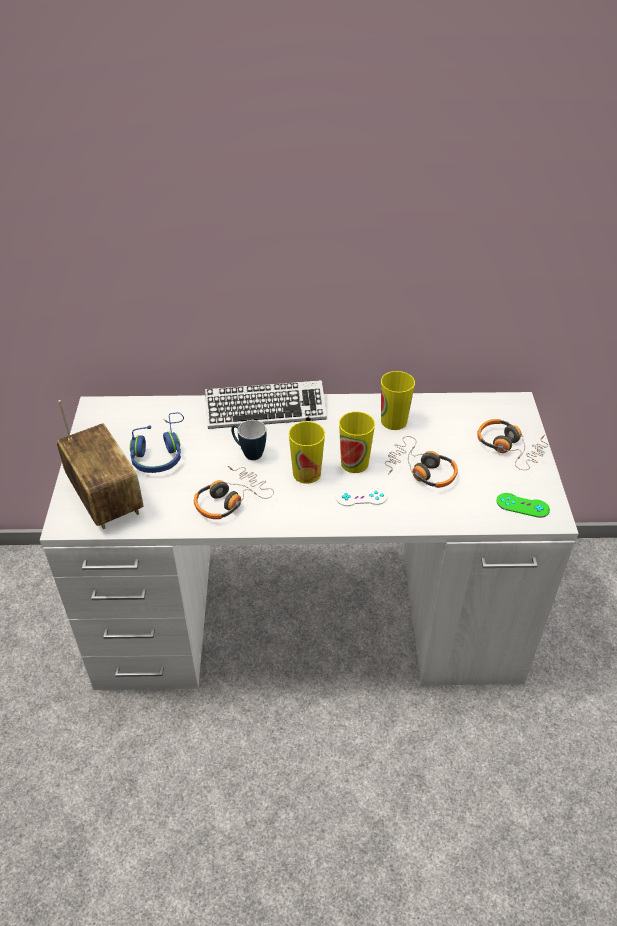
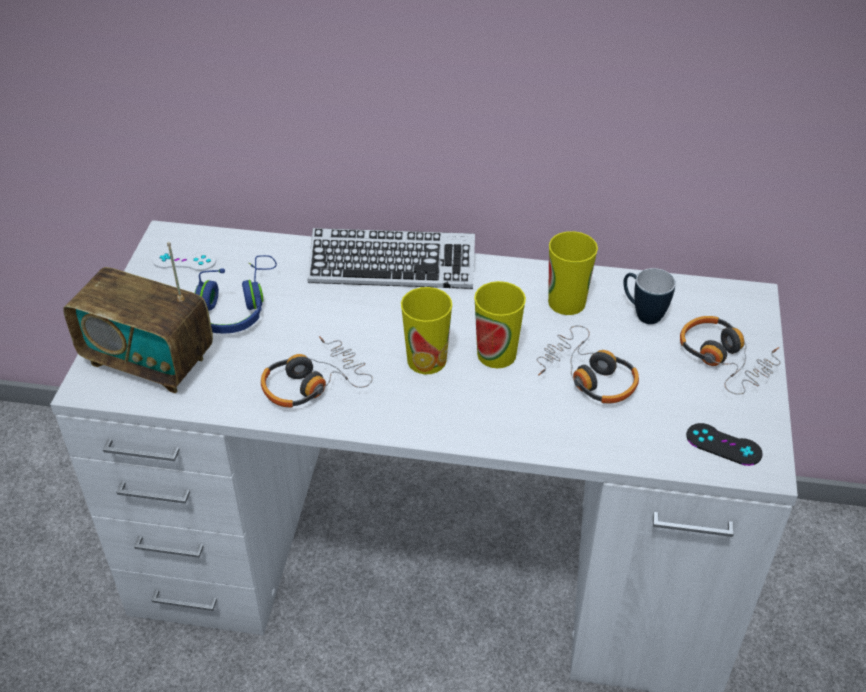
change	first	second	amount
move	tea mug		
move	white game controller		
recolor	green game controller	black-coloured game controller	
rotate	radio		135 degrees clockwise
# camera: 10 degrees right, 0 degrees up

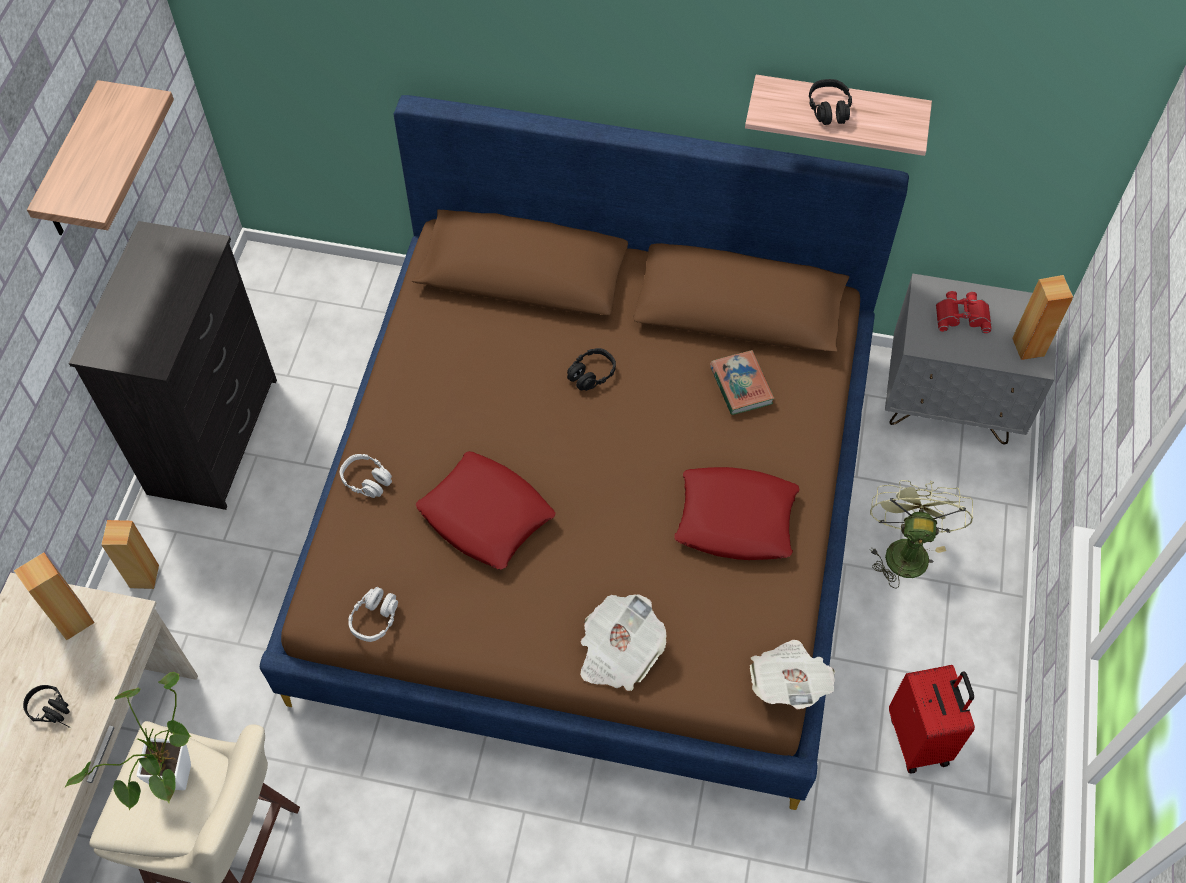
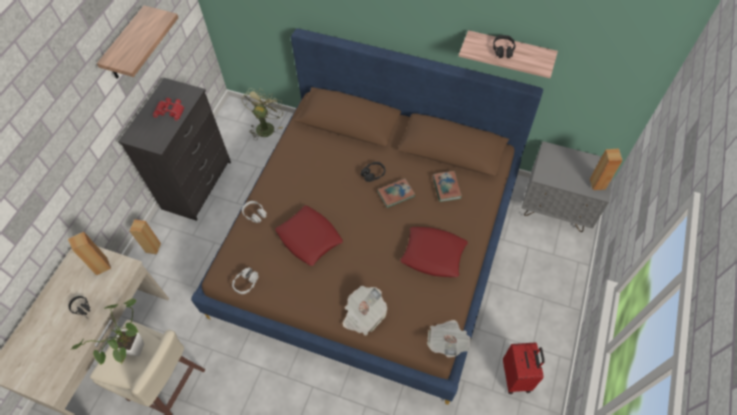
change	first	second	amount
insert		book (1st from left)	
move	green cooling fan		
move	red pair of binoculars		
# camera: 10 degrees right, 0 degrees up

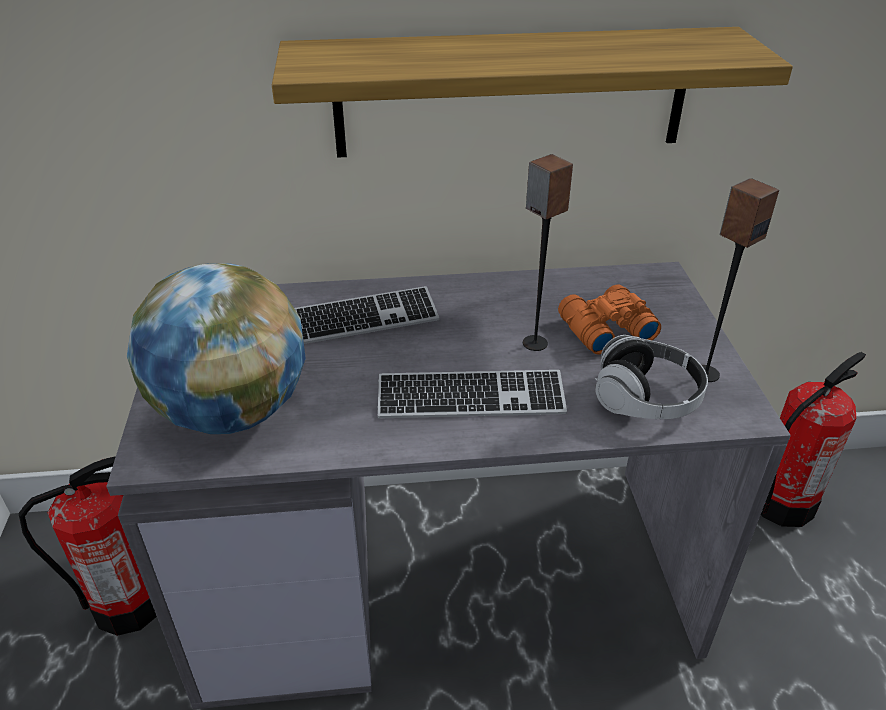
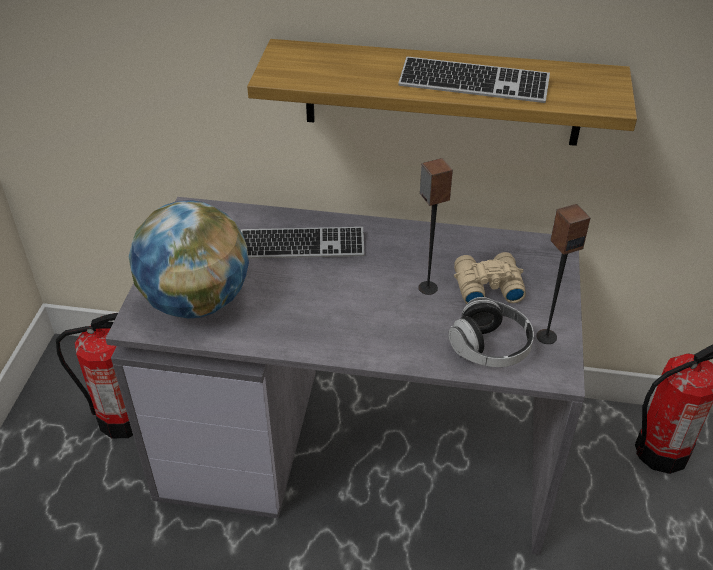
change	first	second	amount
move	keyboard (2nd from left)		
recolor	orange-coloured pair of binoculars	sand-coloured pair of binoculars	
# camera: 15 degrees right, 5 degrees up

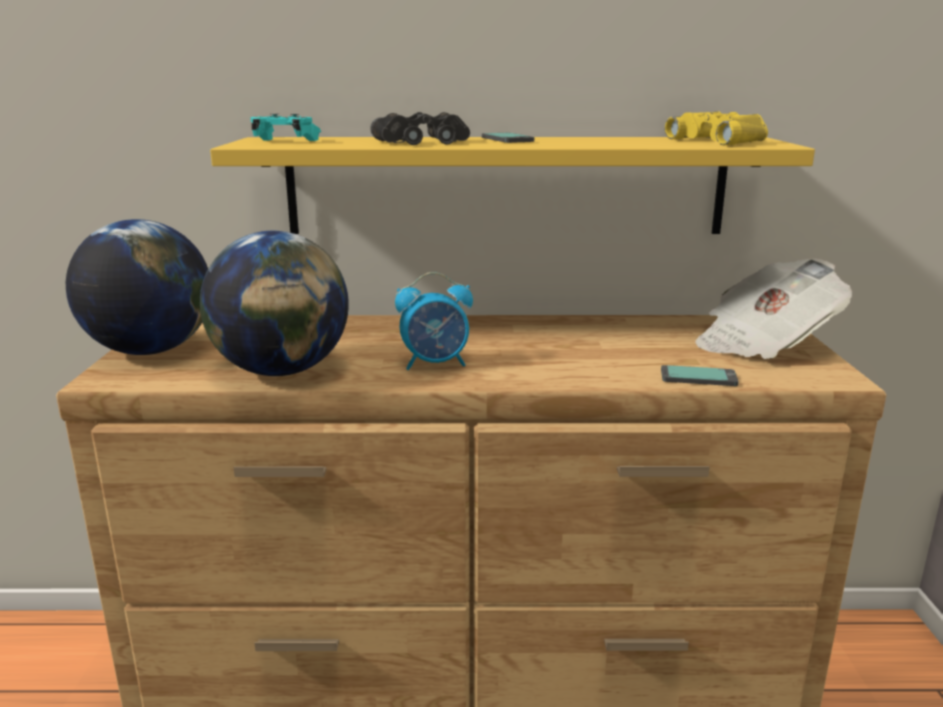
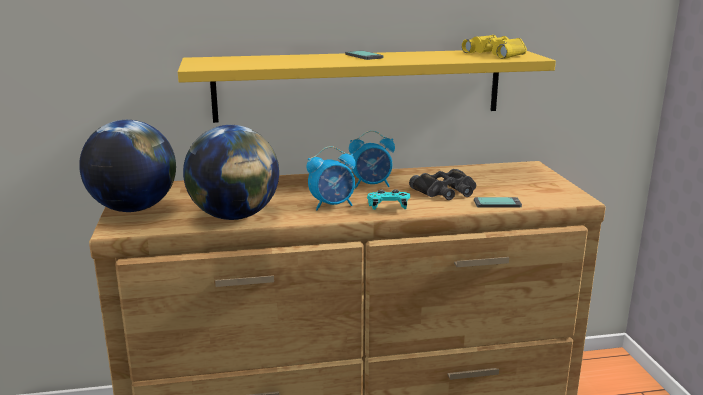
change	first	second	amount
delete	newspaper		
insert		bedside clock (2nd from left)	
move	turquoise game controller		
move	black-coloured pair of binoculars		
# camera: 10 degrees left, 0 degrees up

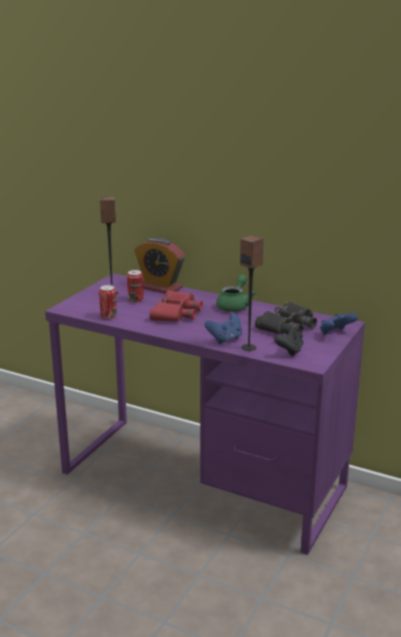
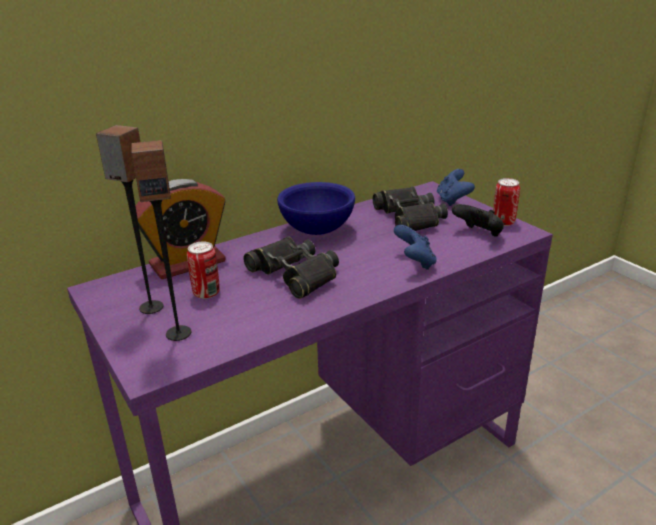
change	first	second	amount
move	sealed can (1st from left in the first image)	sealed can (2nd from left)	
move	loudspeaker (2nd from left)		
replace	green tea pot	bluish bowl	
recolor	red pair of binoculars	black-coloured pair of binoculars (1st from left)	
# camera: 60 degrees left, 5 degrees up

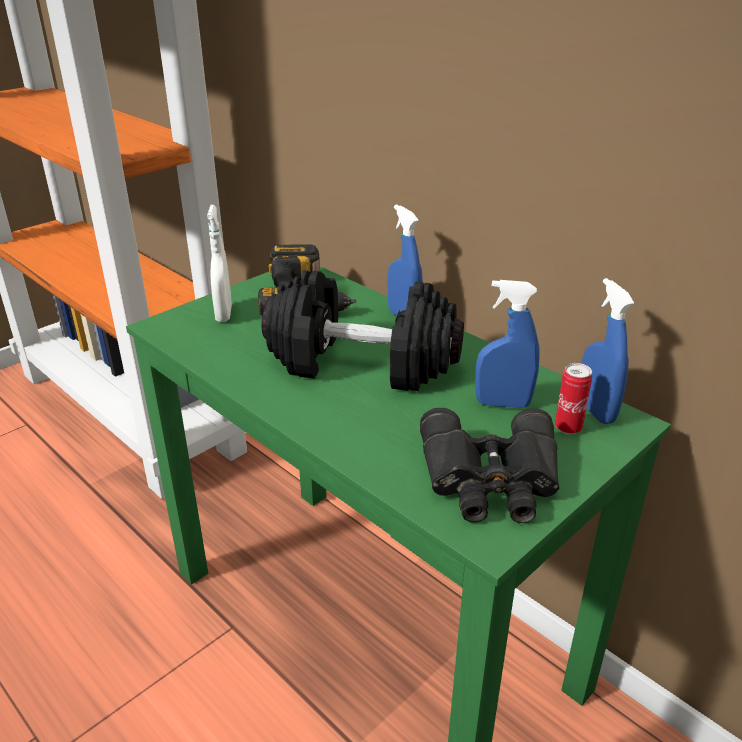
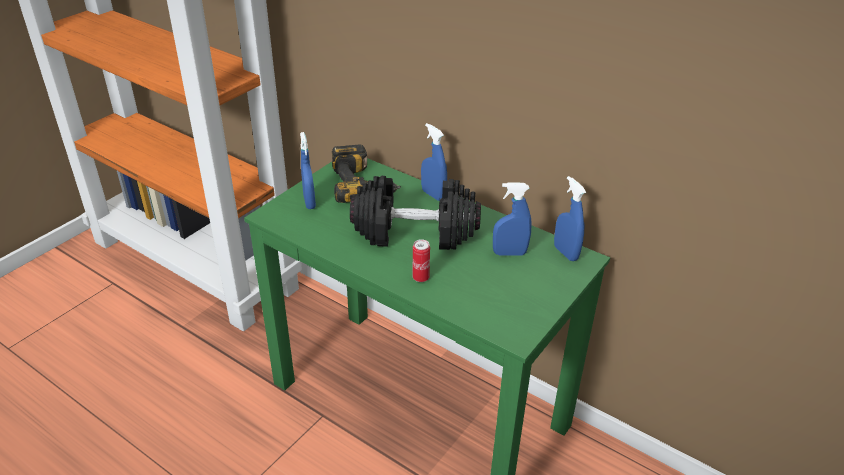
change	first	second	amount
delete	black-coloured pair of binoculars		
move	sealed can		
recolor	white spray bottle	bluish spray bottle (1st from left)	
# camera: 10 degrees left, 5 degrees up

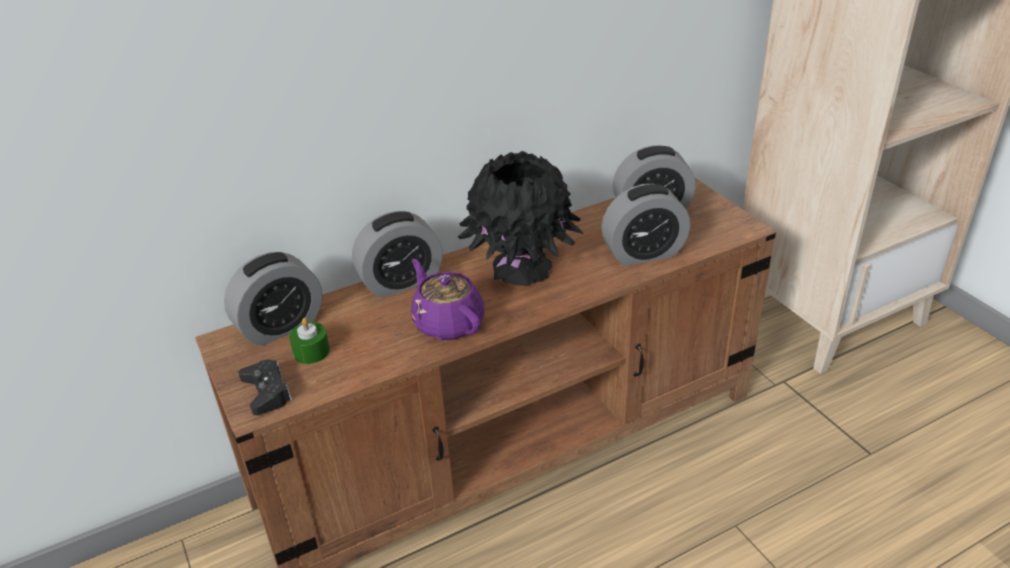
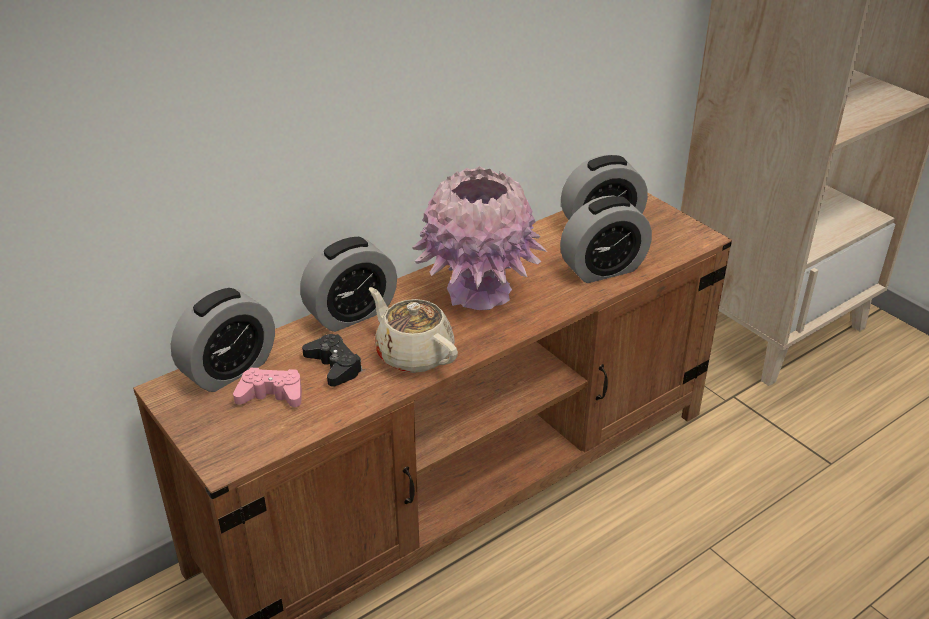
change	first	second	amount
move	black-coloured game controller		
replace	green candle	pink game controller	
recolor	purple tea pot	sand-coloured tea pot	
recolor	black-coloured flower vase	pink flower vase	
# camera: 10 degrees left, 0 degrees up

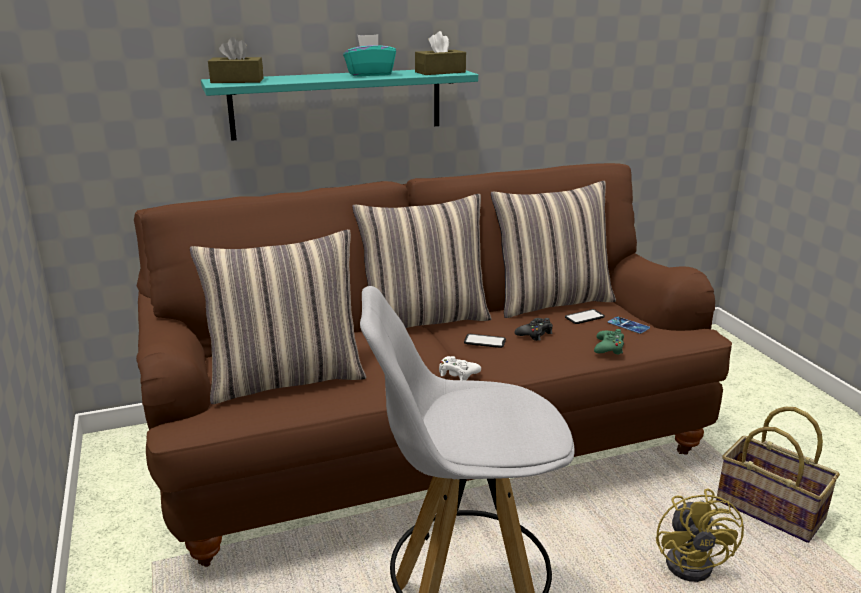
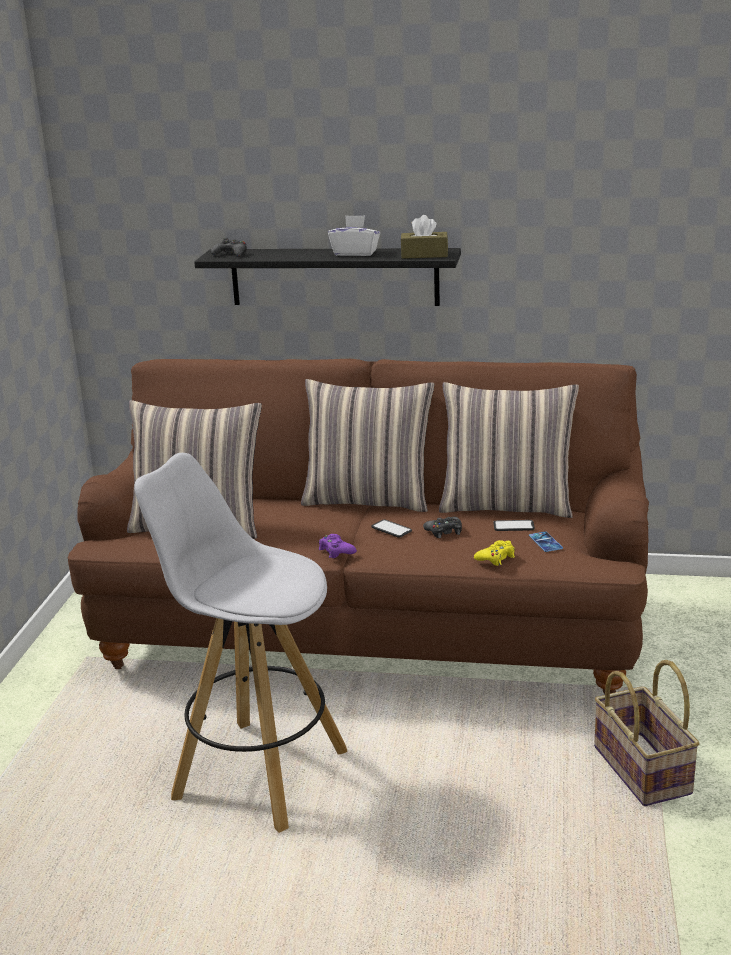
change	first	second	amount
delete	yellow cooling fan		
replace	brownish tissue box (1st from left)	black-coloured game controller (1st from left)	
recolor	turquoise wall shelf	black-coloured wall shelf	
recolor	turquoise tissue box	white tissue box	
recolor	white game controller	purple game controller	
recolor	green game controller	yellow game controller	
# camera: 30 degrees right, 0 degrees up

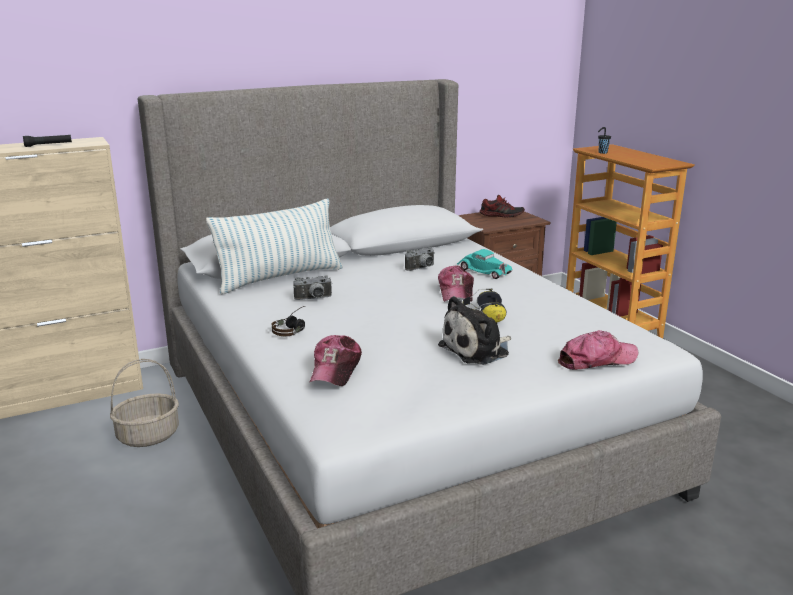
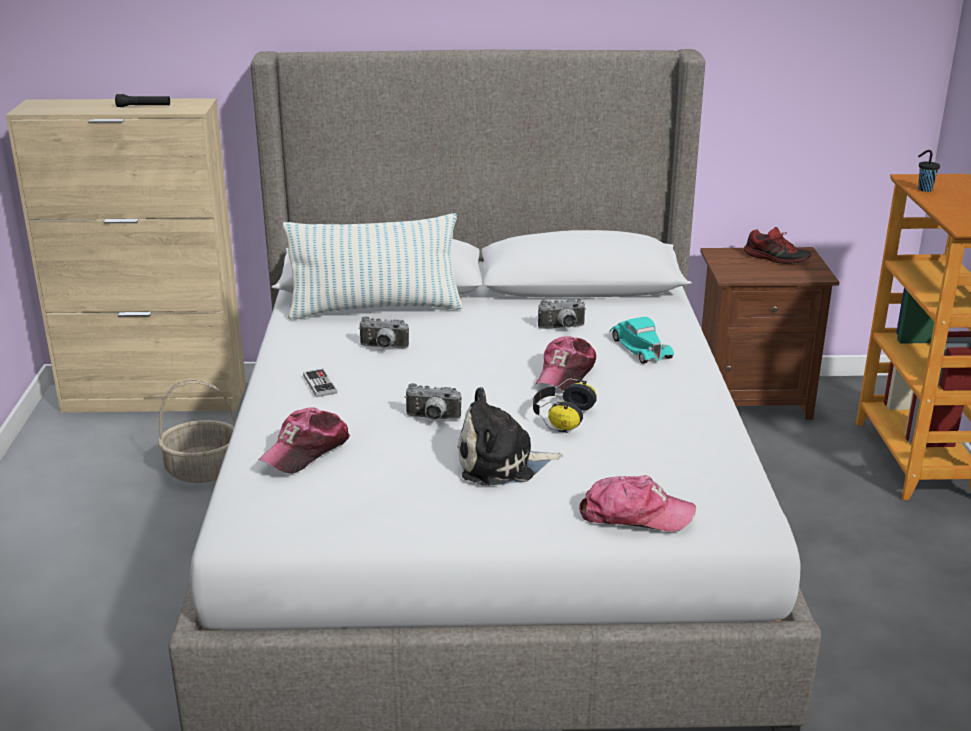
change	first	second	amount
insert		photo camera (2nd from left)	
replace	headphones (1st from left)	game controller	
# camera: 25 degrees right, 5 degrees up

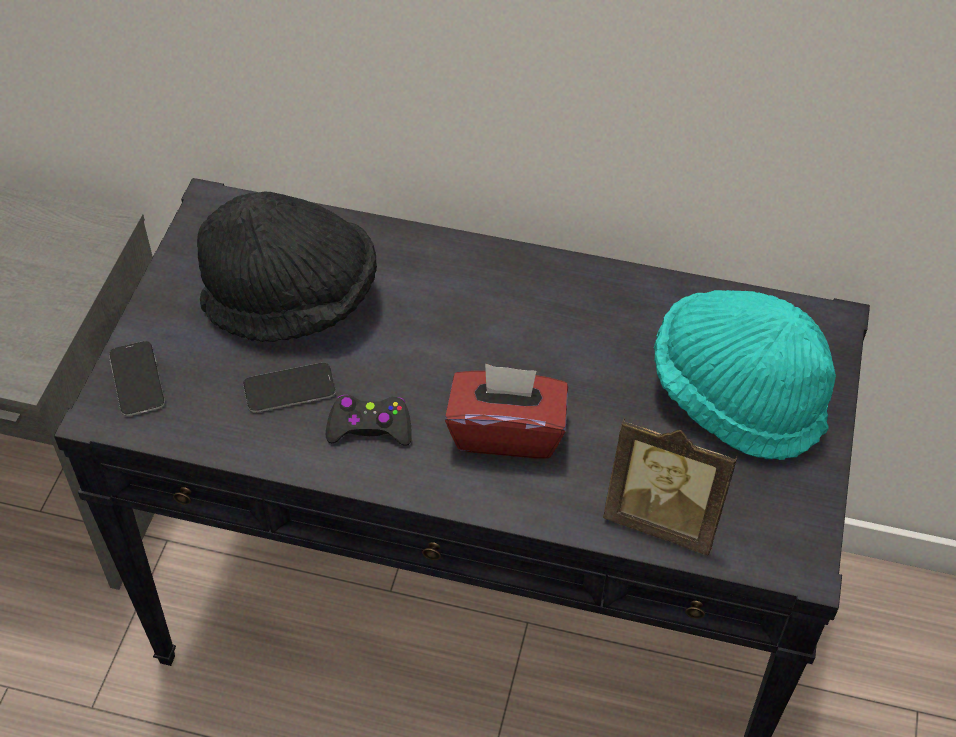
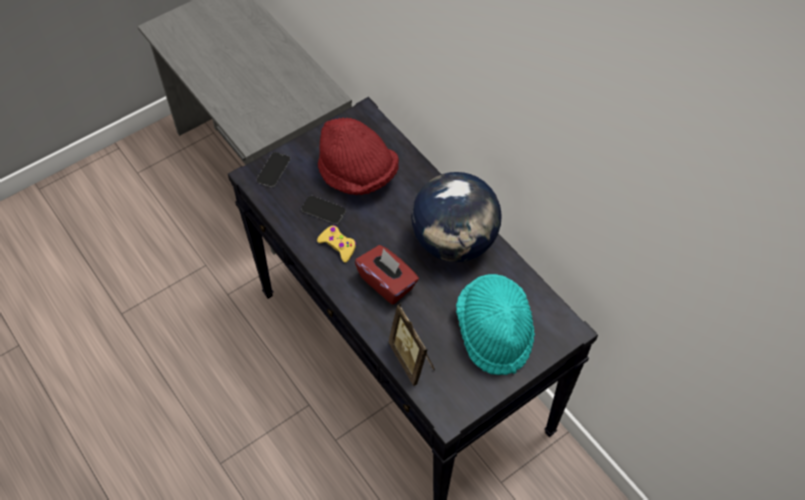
change	first	second	amount
insert		globe	
recolor	black-coloured hat	red hat	
recolor	black-coloured game controller	yellow game controller	
# camera: 40 degrees right, 5 degrees up

